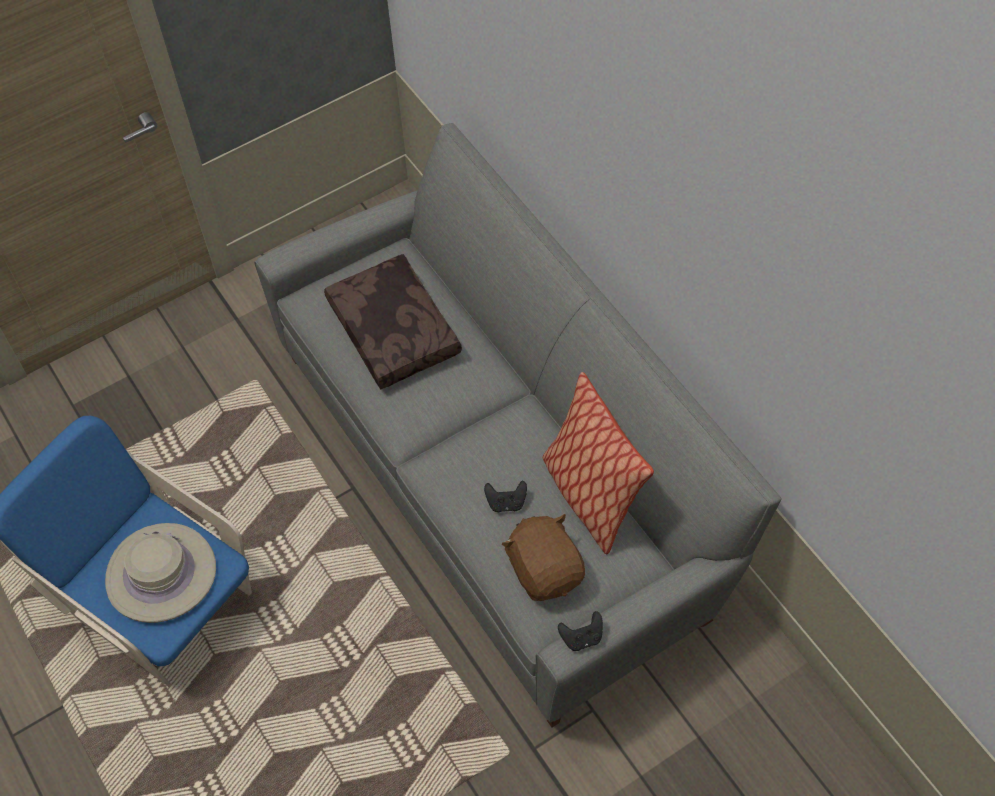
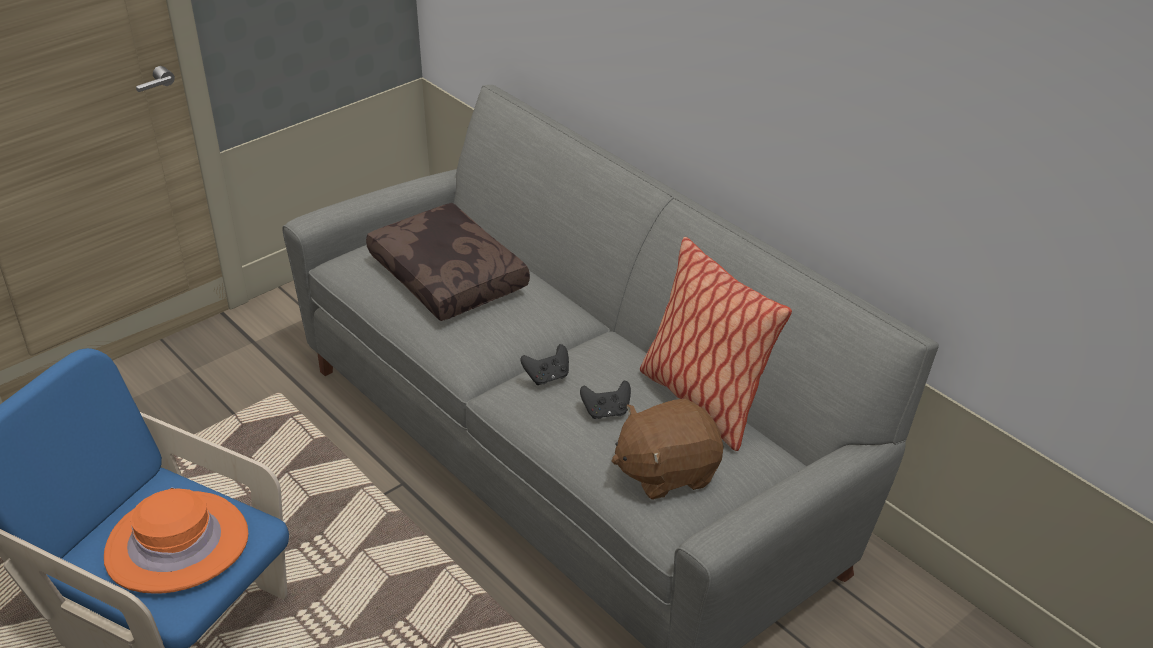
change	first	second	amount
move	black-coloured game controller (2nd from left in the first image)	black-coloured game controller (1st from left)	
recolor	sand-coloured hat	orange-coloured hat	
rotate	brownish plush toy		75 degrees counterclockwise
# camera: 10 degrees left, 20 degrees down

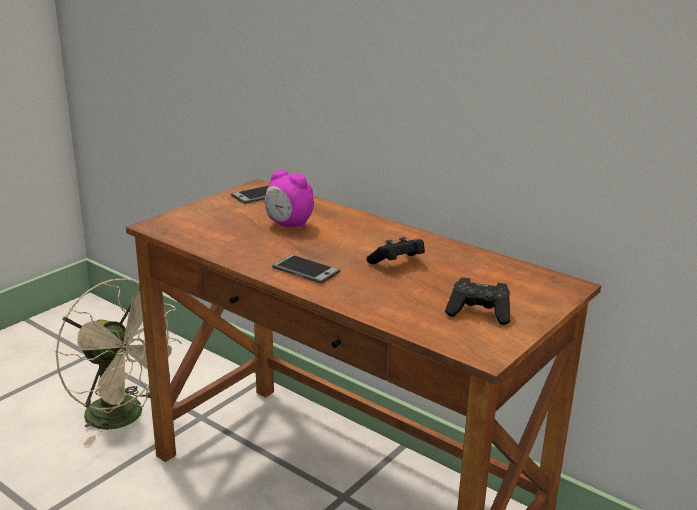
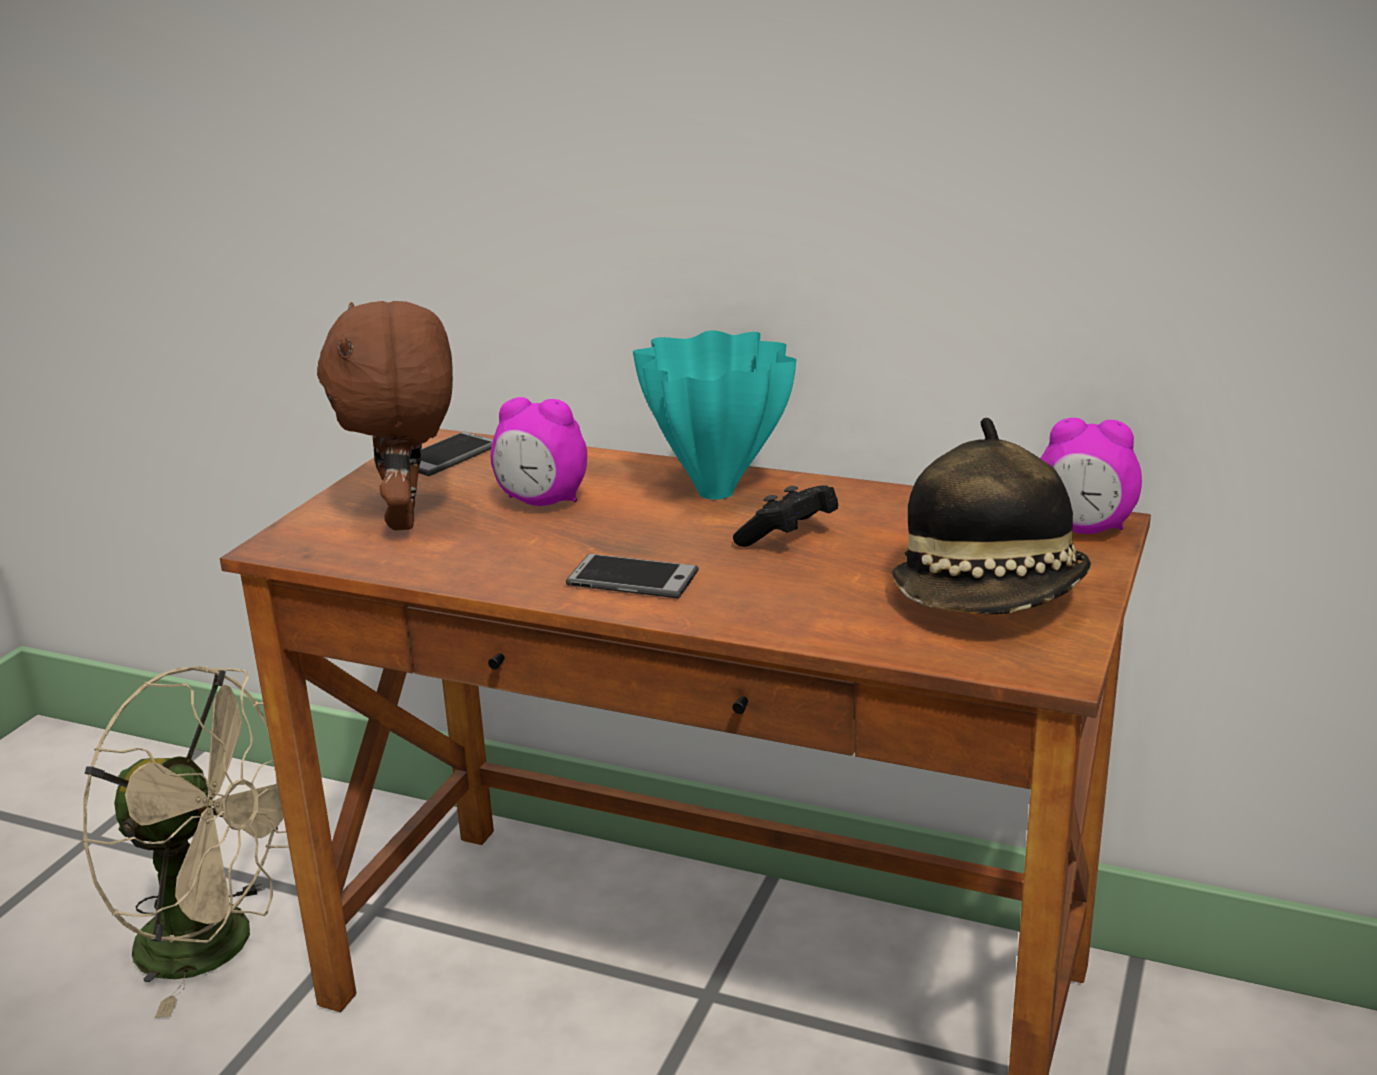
change	first	second	amount
insert		brownish plush toy	
insert		turquoise flower vase	
insert		bedside clock (2nd from left)	
replace	black-coloured game controller (2nd from left)	hat	
# camera: 15 degrees left, 0 degrees up

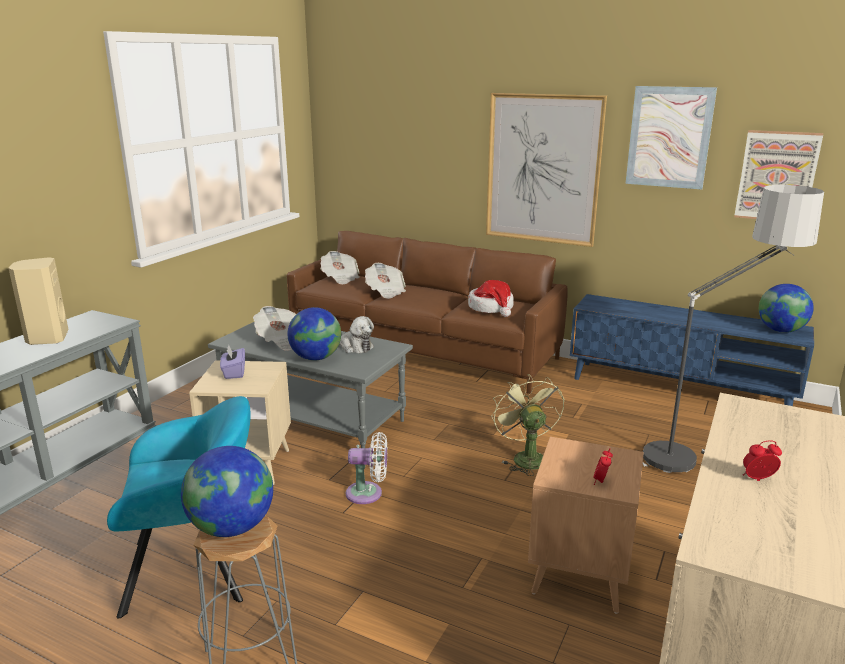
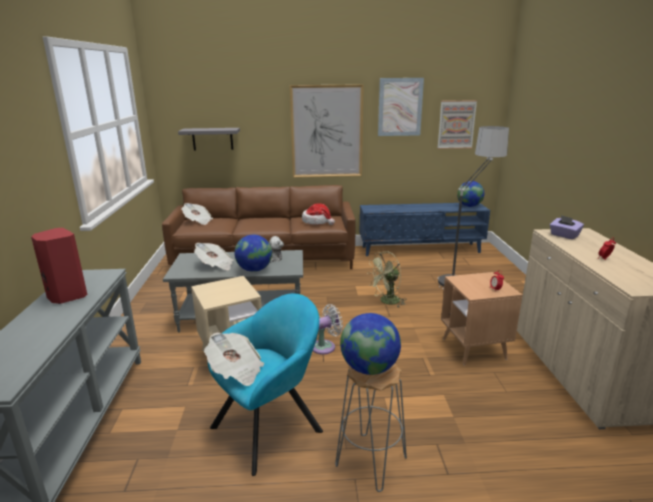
change	first	second	amount
insert		greyish wall shelf	
move	purple tissue box		
move	newspaper (3rd from left)		
recolor	sand-coloured loudspeaker	red loudspeaker	
rotate	green cooling fan		75 degrees counterclockwise
# camera: 30 degrees left, 0 degrees up

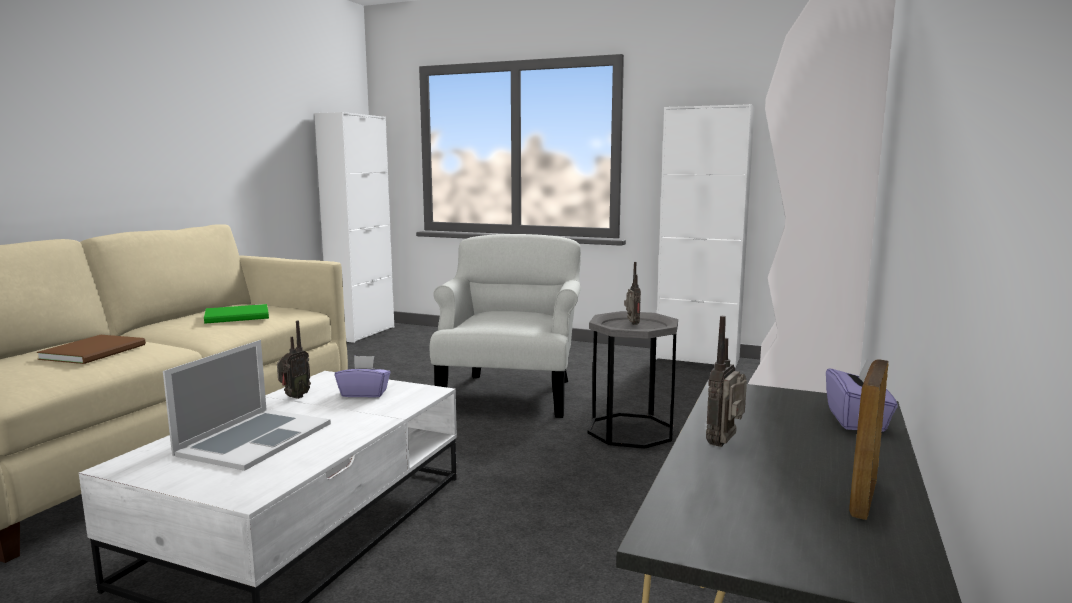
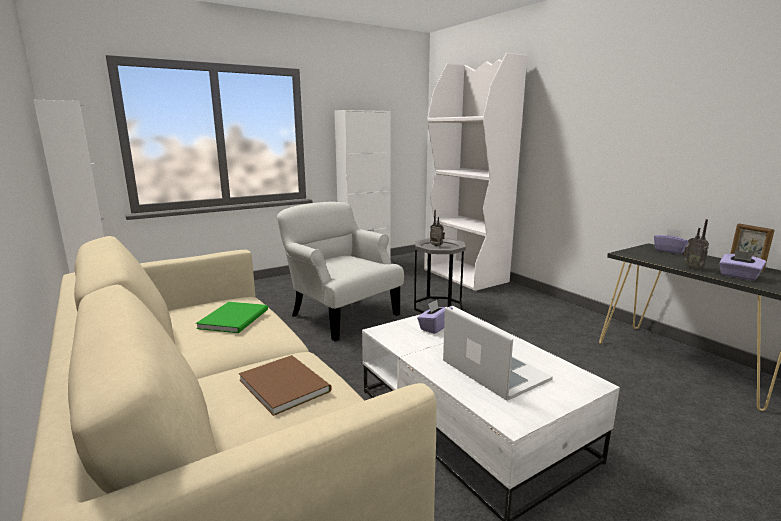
change	first	second	amount
delete	radio (1st from left)		
insert		purple tissue box (3rd from left)	
# camera: 55 degrees left, 5 degrees up

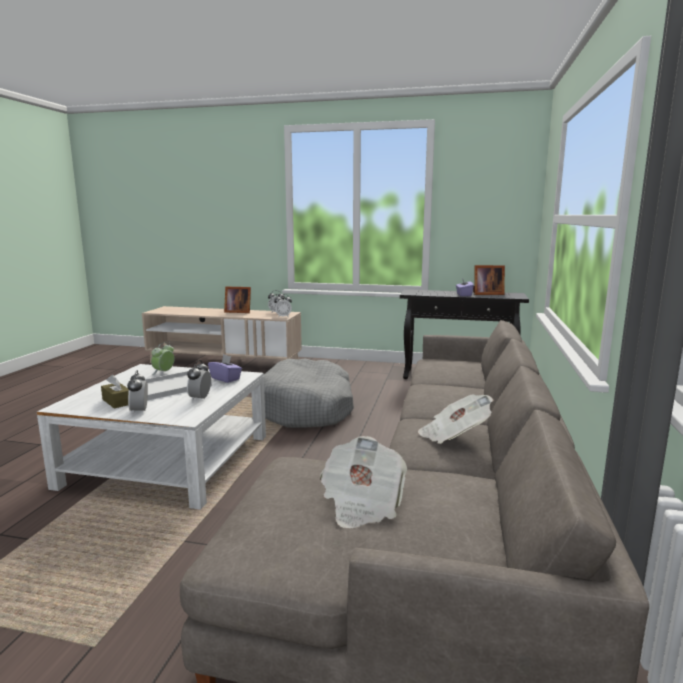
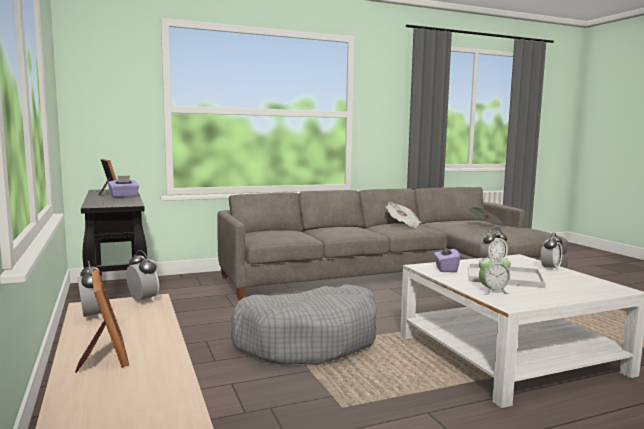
change	first	second	amount
delete	brownish tissue box		
# camera: 125 degrees left, 5 degrees down

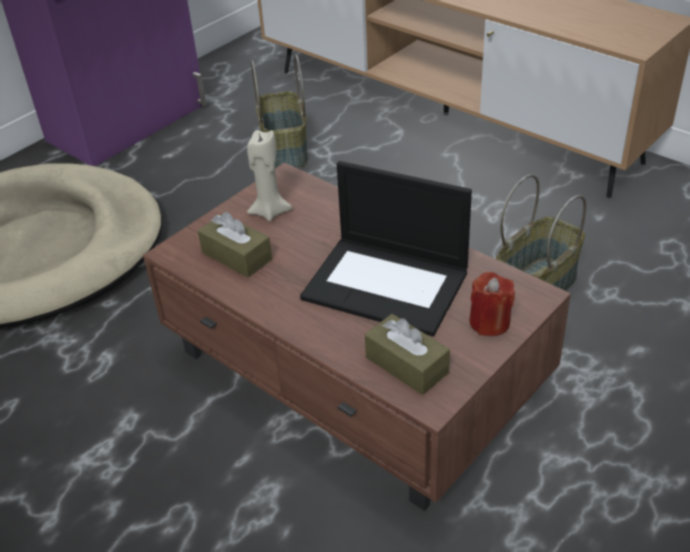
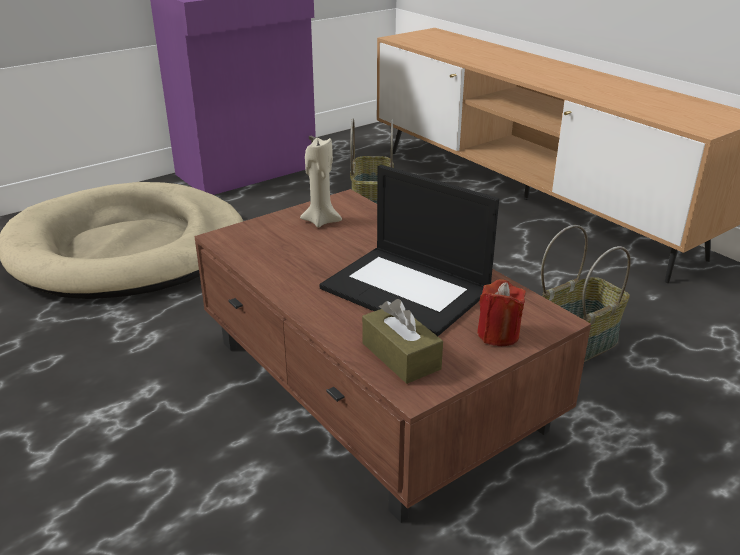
change	first	second	amount
delete	brownish tissue box (1st from left)		
# camera: 10 degrees right, 10 degrees down

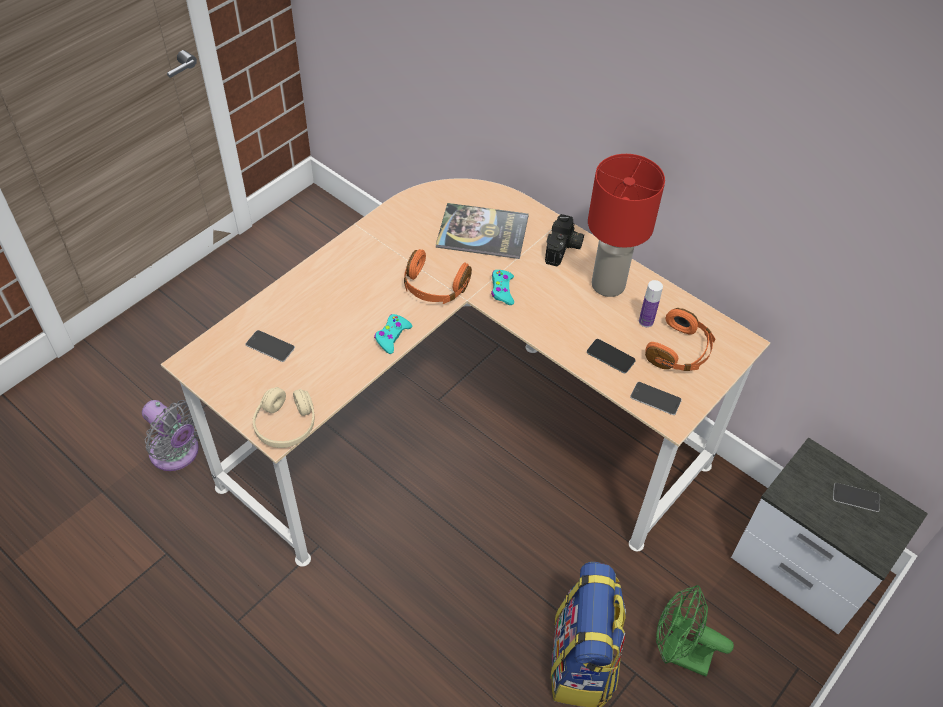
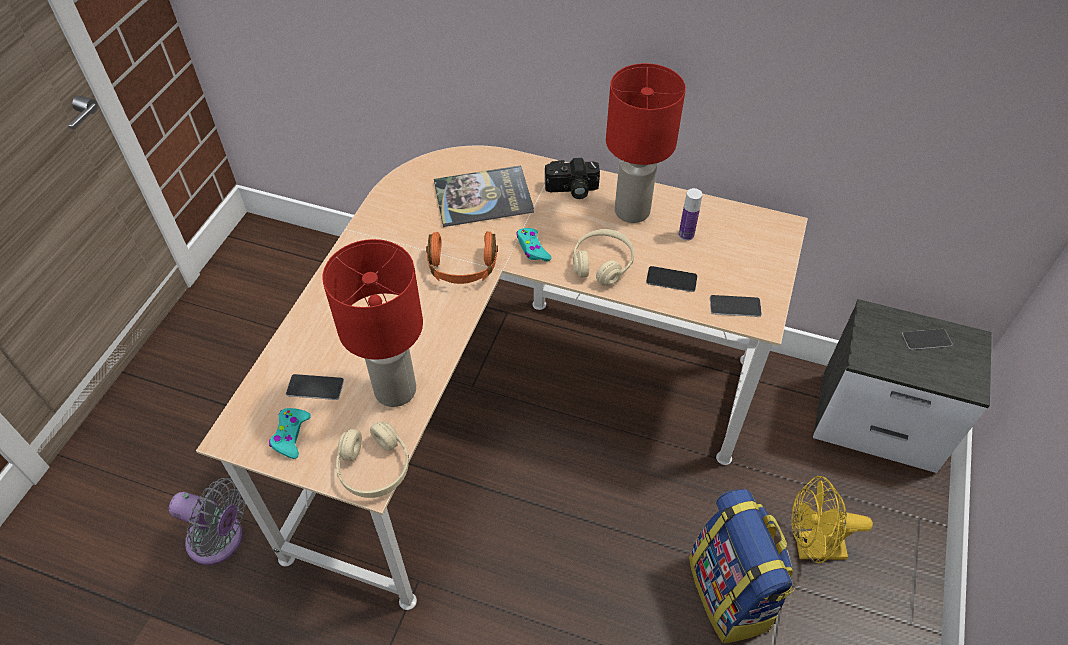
change	first	second	amount
delete	orange-coloured headphones (2nd from left)		
insert		red lamp for a table (1st from left)	
insert		sand-coloured headphones (2nd from left)	
move	turquoise game controller (1st from left)		
recolor	green cooling fan	yellow cooling fan	
rotate	photo camera		90 degrees clockwise
# camera: 20 degrees left, 0 degrees up

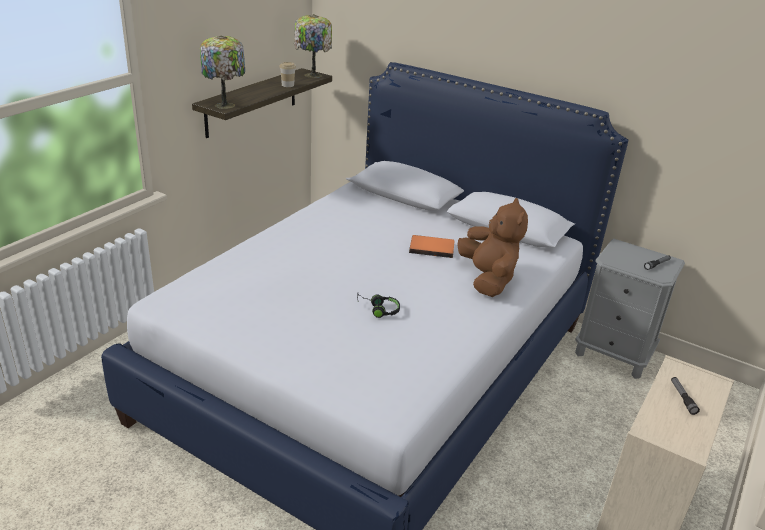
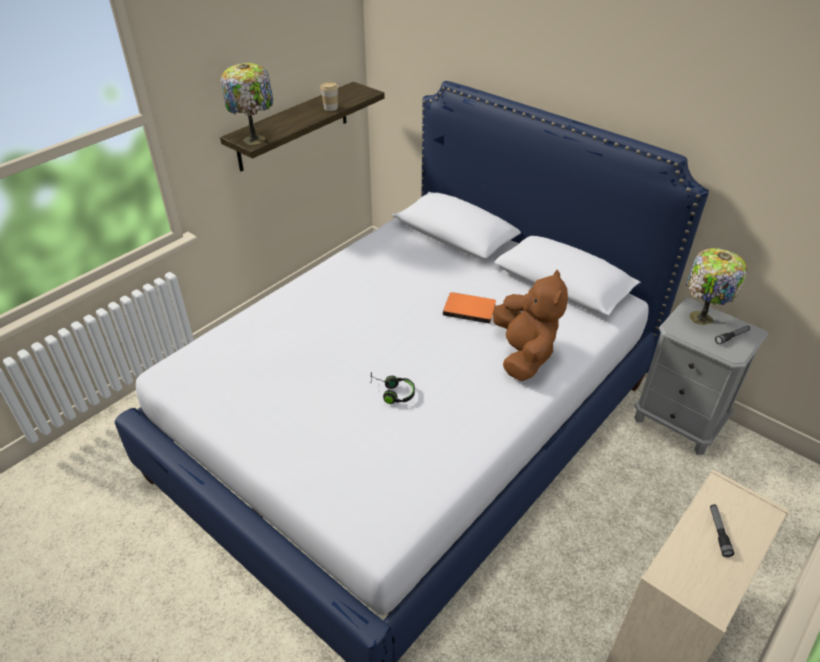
change	first	second	amount
move	lamp for a table (2nd from left)		
# camera: 10 degrees right, 10 degrees up

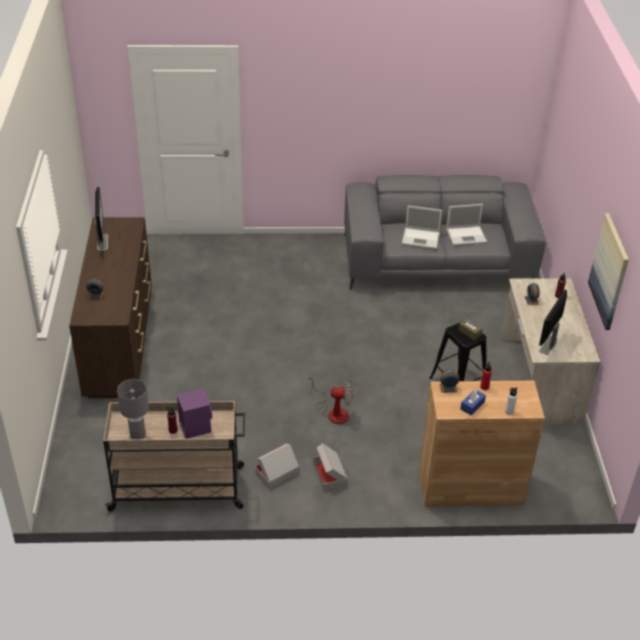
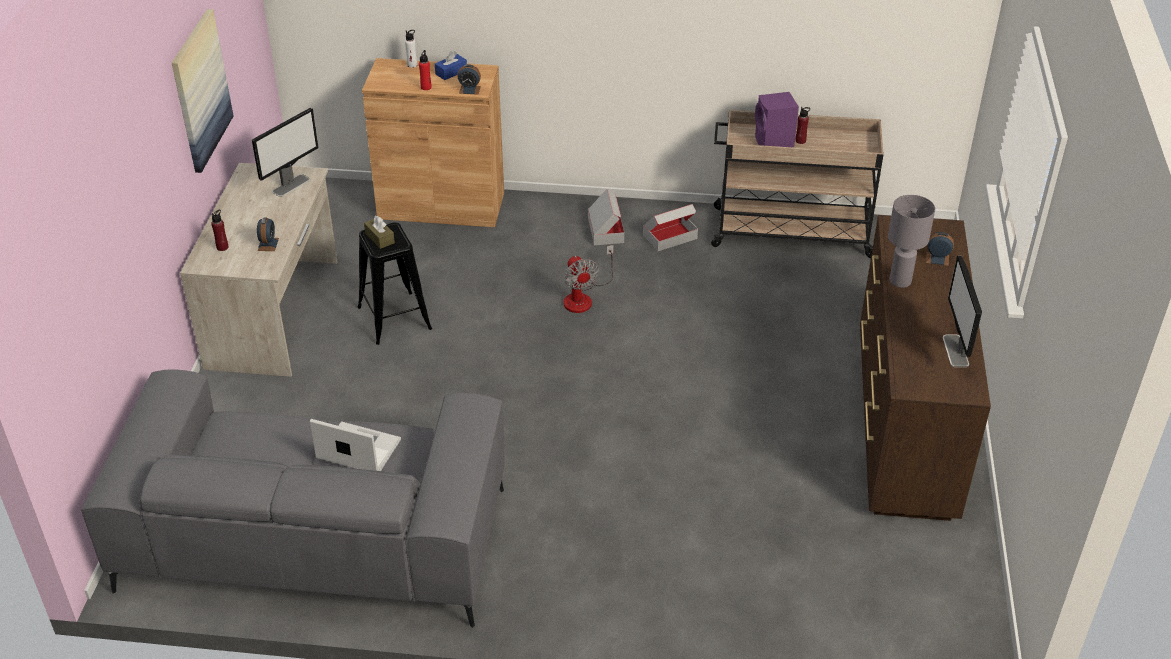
change	first	second	amount
delete	notebook computer (2nd from left)		
move	greyish lamp for a table		
rotate	cooling fan		120 degrees counterclockwise
# camera: 170 degrees left, 0 degrees up

